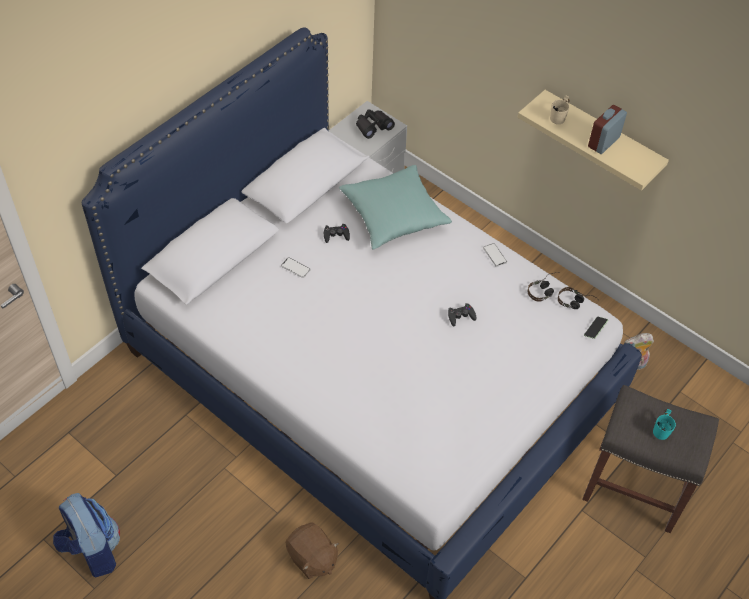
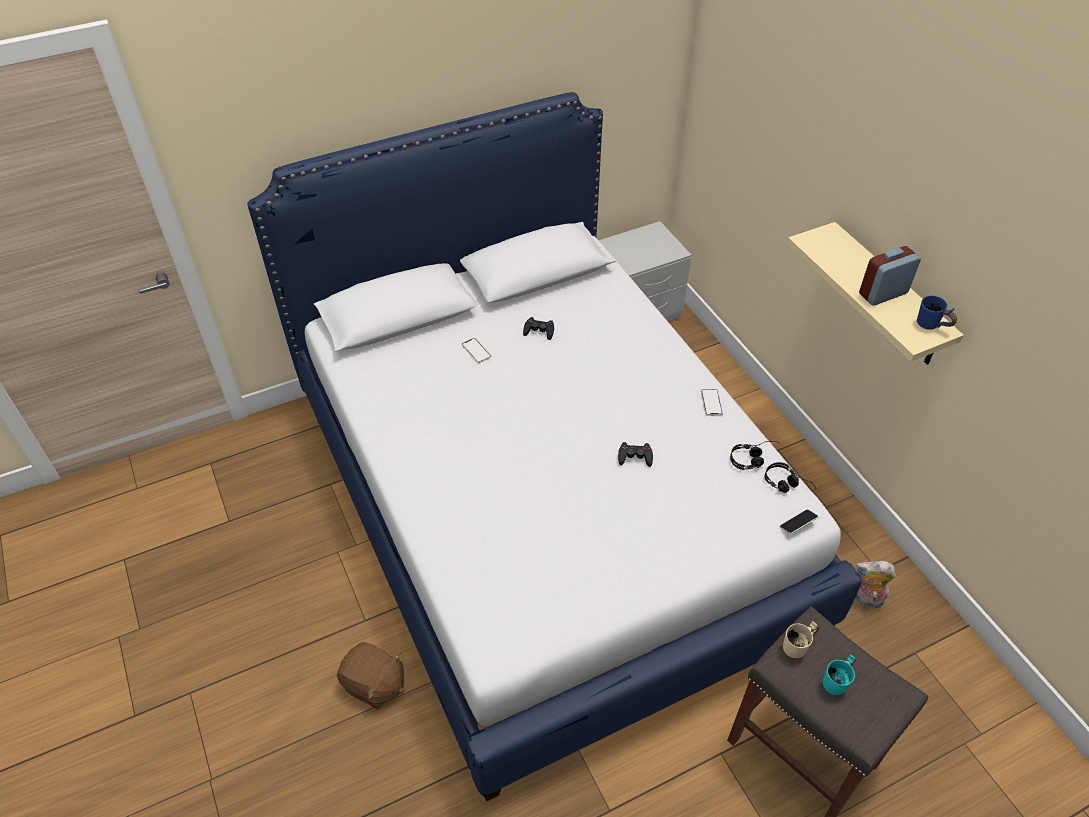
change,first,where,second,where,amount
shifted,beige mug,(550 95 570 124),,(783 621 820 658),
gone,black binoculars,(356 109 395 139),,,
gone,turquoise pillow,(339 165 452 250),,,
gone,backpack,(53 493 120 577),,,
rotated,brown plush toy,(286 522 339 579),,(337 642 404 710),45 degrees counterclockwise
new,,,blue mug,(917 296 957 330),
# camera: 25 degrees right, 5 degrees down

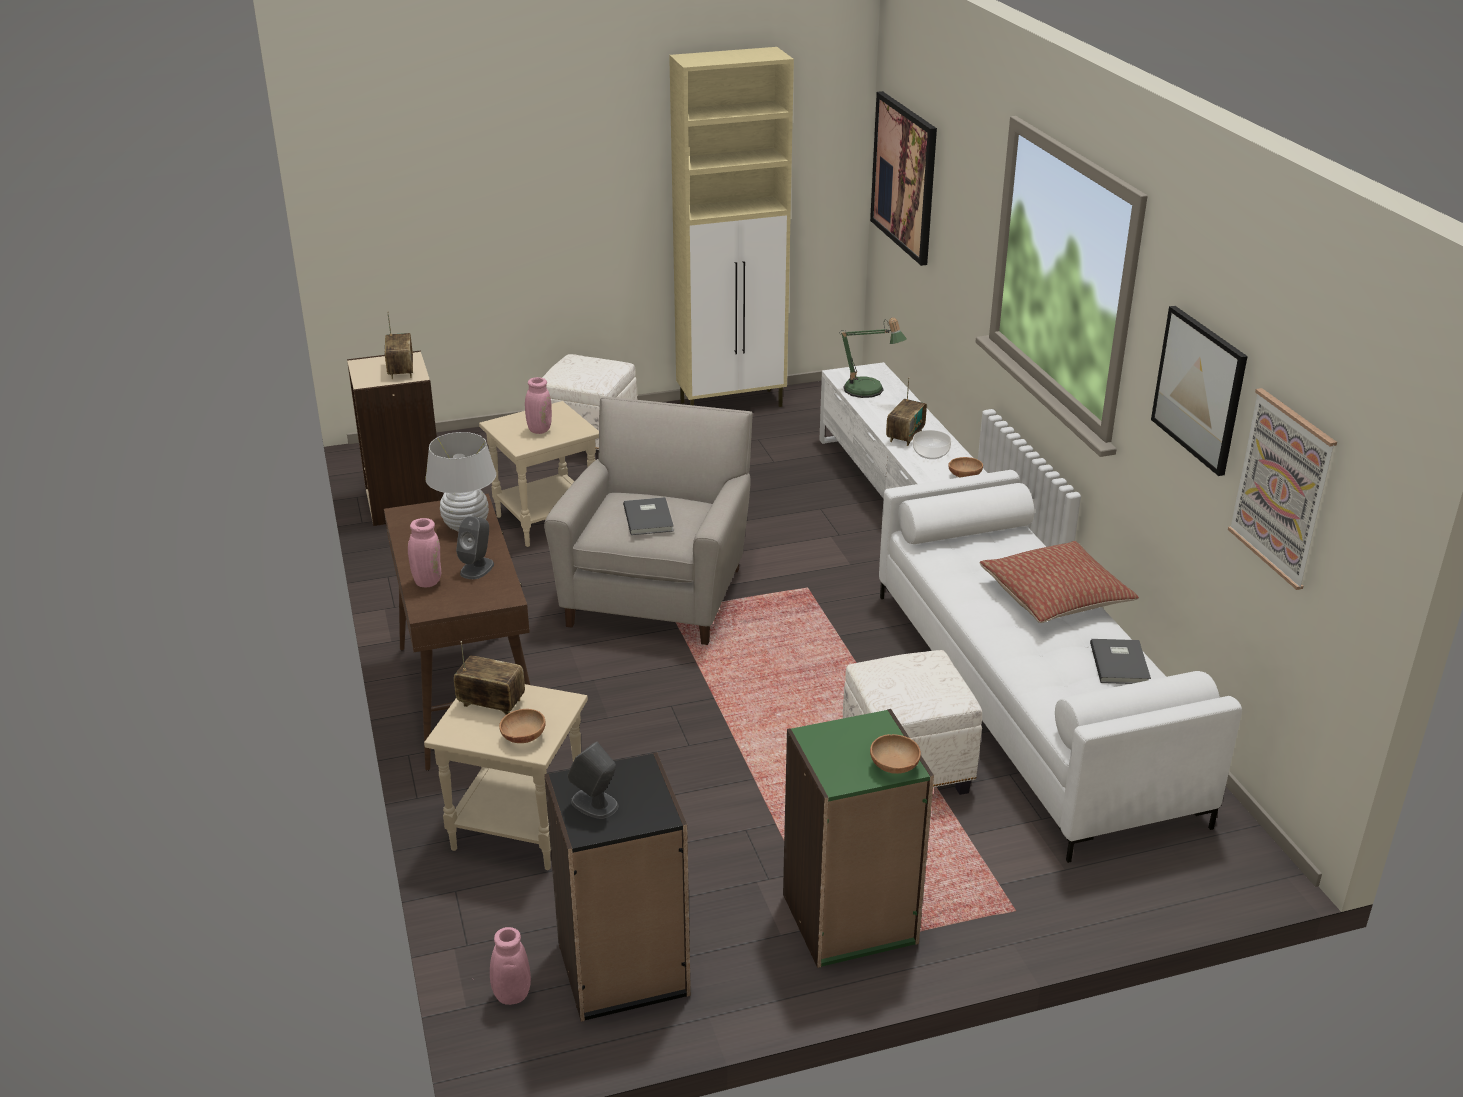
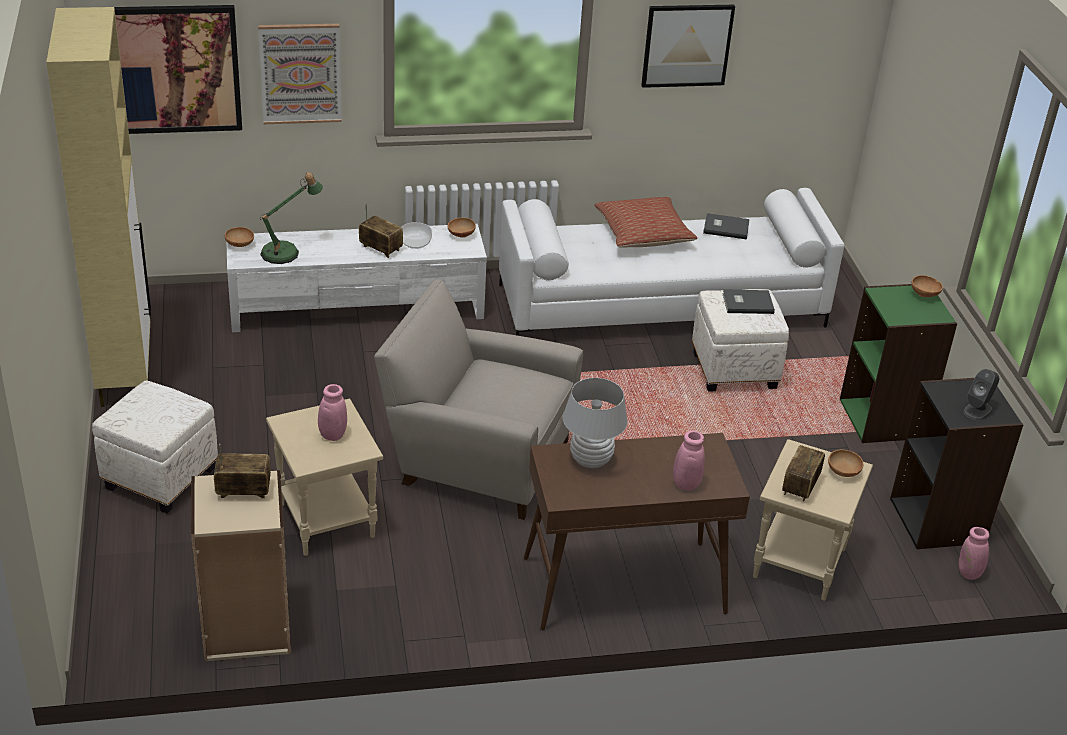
change,first,where,second,where,amount
shifted,picture,(1228 388 1337 590),,(258 24 342 124),
shifted,grey book,(623 497 674 535),,(722 289 775 314),
gone,grey speaker,(456 516 494 579),,,
new,,,brown bowl,(225 227 254 247),
# camera: 85 degrees left, 5 degrees up

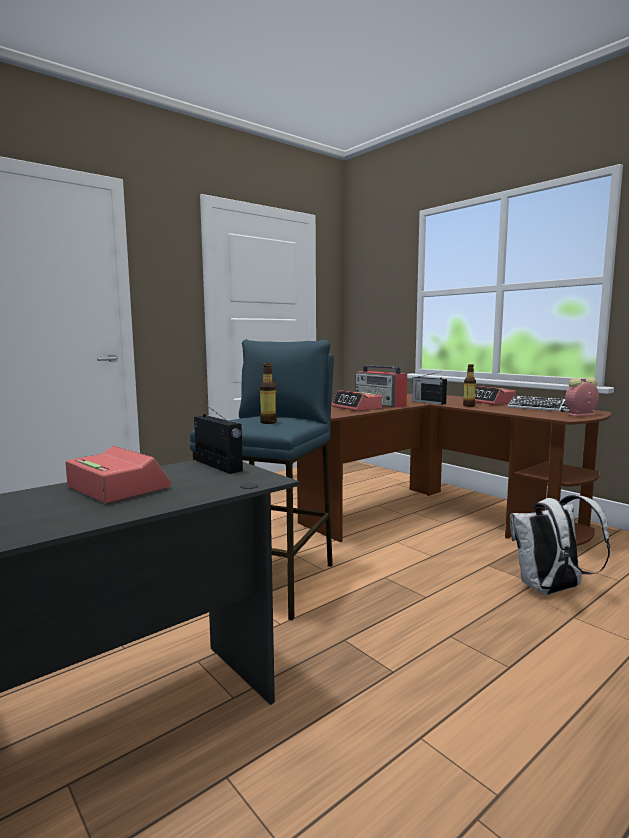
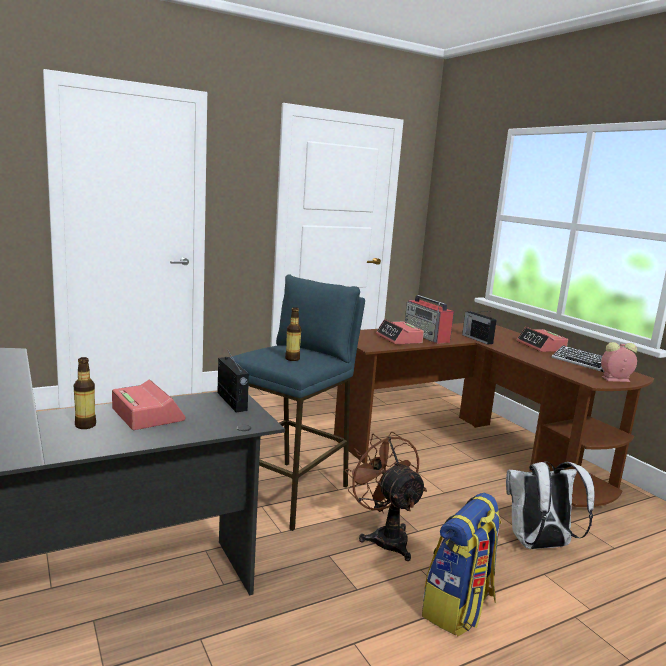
change,first,where,second,where,amount
shifted,bottle,(463 364 476 407),,(74 357 96 429),
new,,,brown fan,(345 432 427 561),
new,,,backpack,(422 493 501 637),
# camera: 10 degrees right, 5 degrees up

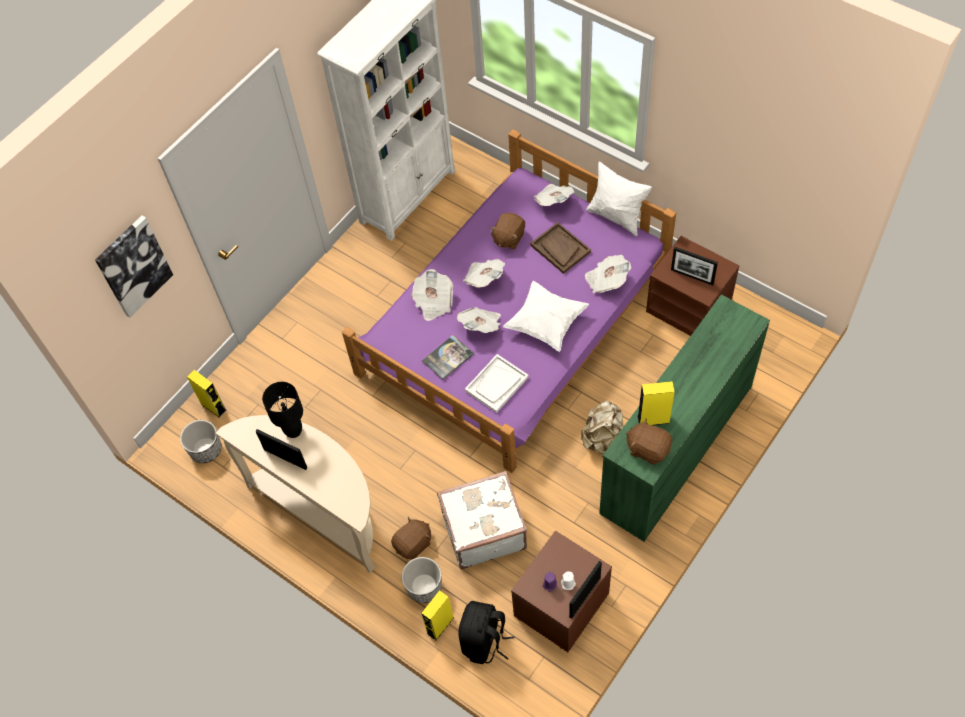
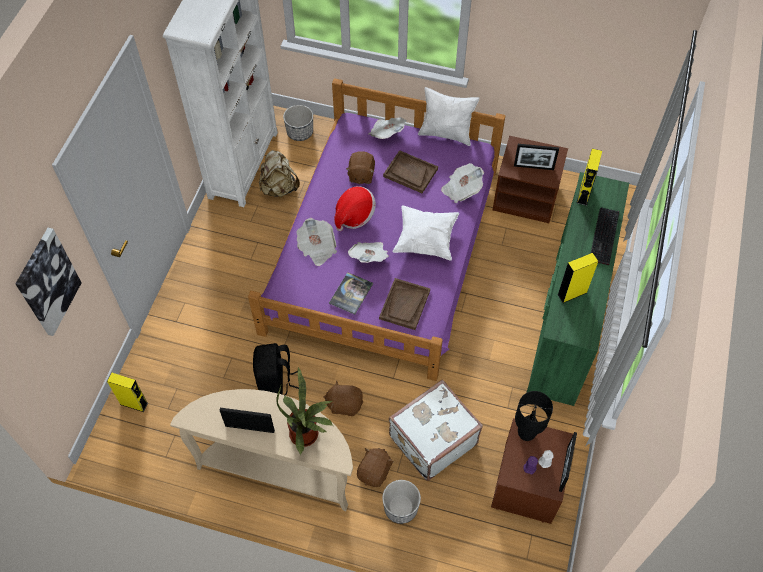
change,first,where,second,where,amount
swapped,newspaper,(463 259 505 288),hat,(334 186 376 231),
repainted,white tray,(465 354 529 413),brown tray,(379 278 430 330),
shifted,black table lamp,(262 382 303 438),,(515 391 553 441),
shifted,beige backpack,(580 400 624 455),,(259 150 300 197),
shifted,brown plush toy,(626 418 672 464),,(323 380 363 416),
shifted,planter,(180 420 222 463),,(283 105 313 141),
shifted,yellow speaker,(421 590 454 640),,(577 149 602 206),
shifted,black backpack,(458 601 515 664),,(253 343 299 396),
new,,,keyboard,(591 207 619 265),
new,,,potted plant,(276 366 333 455),
# camera: 25 degrees left, 0 degrees up

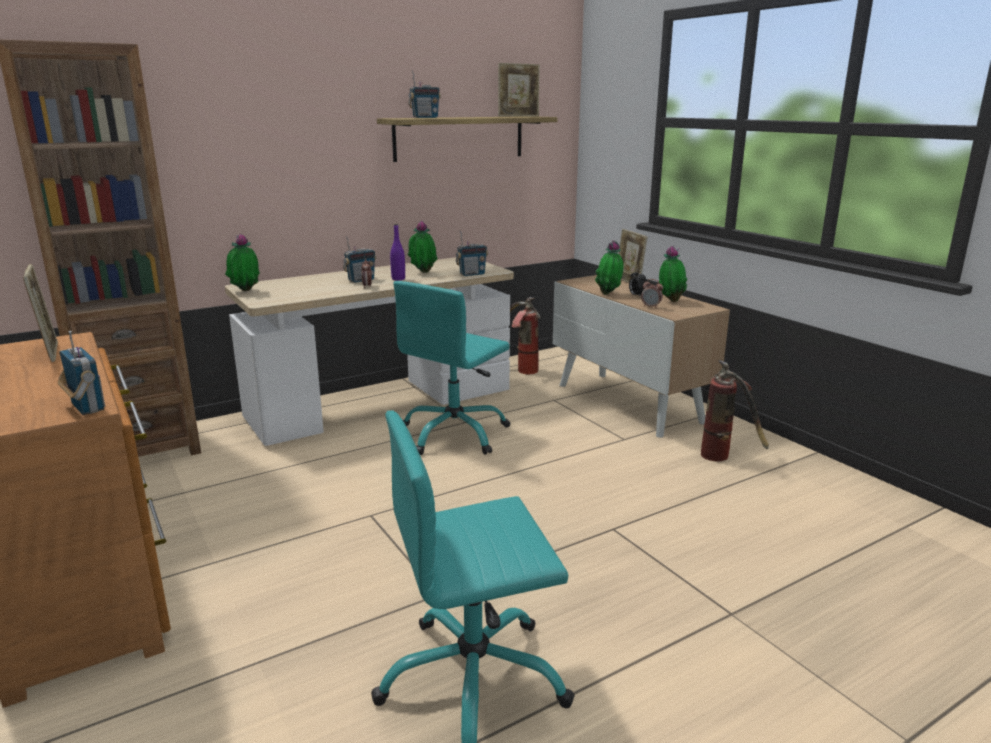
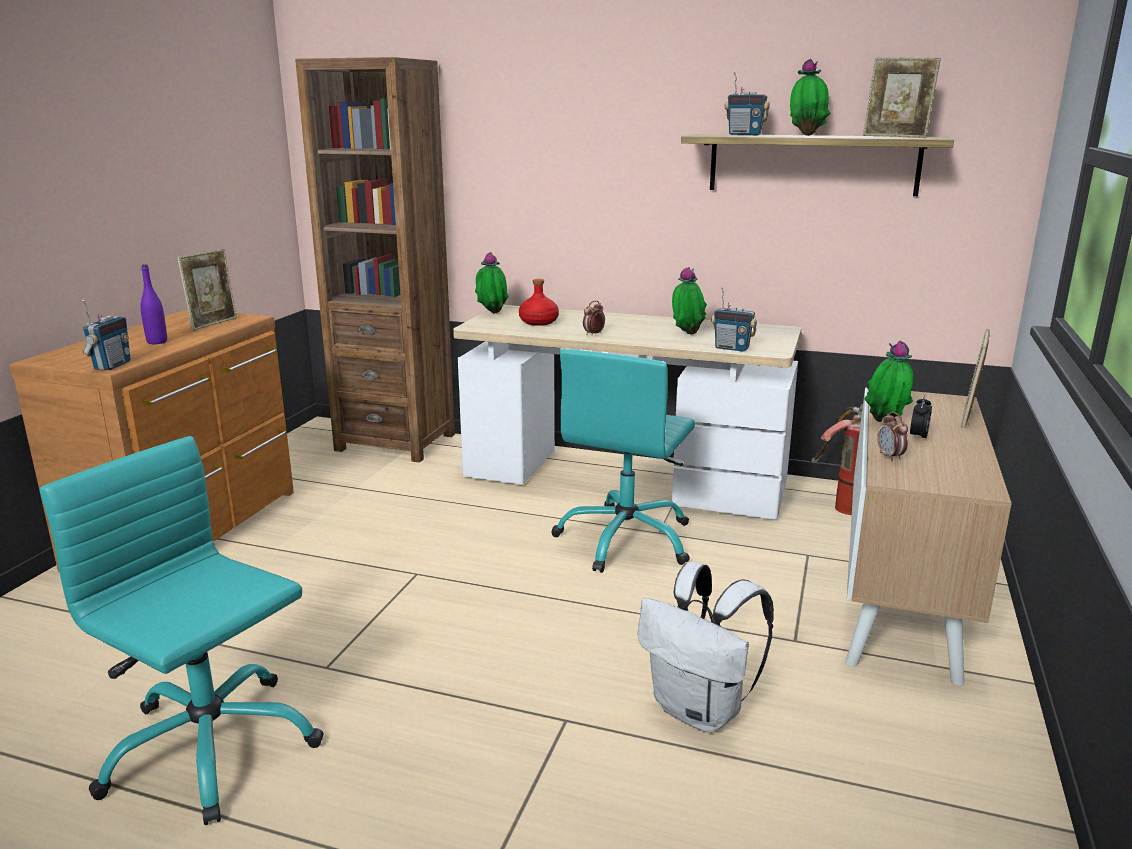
change,first,where,second,where,amount
shifted,purple bottle,(390 224 405 281),,(140 264 167 344),
gone,radio,(343 236 376 283),,,
shifted,potted plant,(659 246 688 302),,(790 59 831 136),
rotated,turquoise office chair,(393 281 511 455),,(551 349 695 573),60 degrees counterclockwise
gone,fire extinguisher,(701 360 769 461),,,
new,,,red bottle,(519 279 559 326),
new,,,white backpack,(638 562 774 733),
# camera: 50 degrees right, 0 degrees up

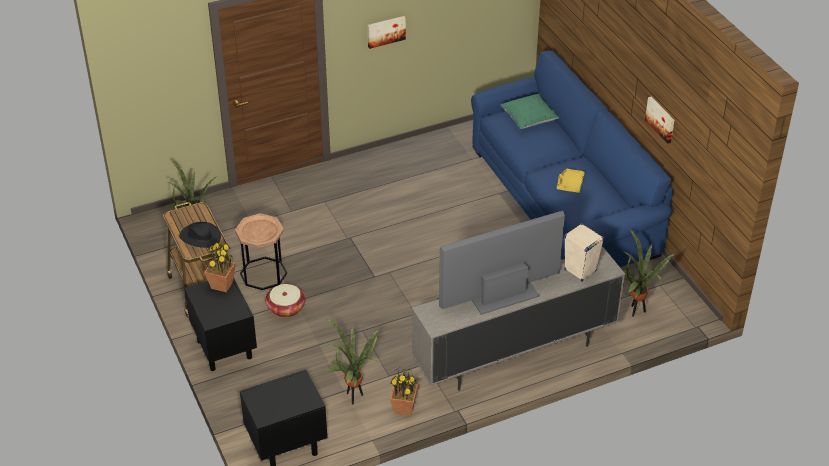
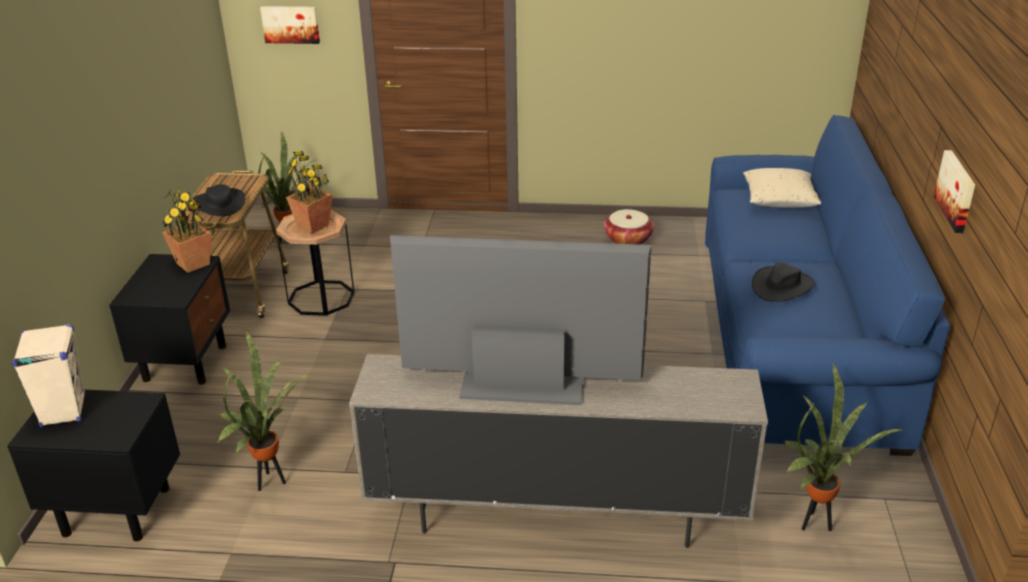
change,first,where,second,where,amount
shifted,picture,(368 16 406 49),,(260 6 320 44),
repainted,green pillow,(500 94 559 129),beige pillow,(743 168 821 208),
swapped,yellow tray,(557 169 585 193),black hat,(752 262 815 302),
shifted,beige speaker,(564 223 604 281),,(12 324 86 428),
shifted,basket,(265 284 306 317),,(604 209 654 245),
shifted,potted plant,(390 367 421 416),,(286 151 332 233),
# camera: 30 degrees right, 10 degrees down

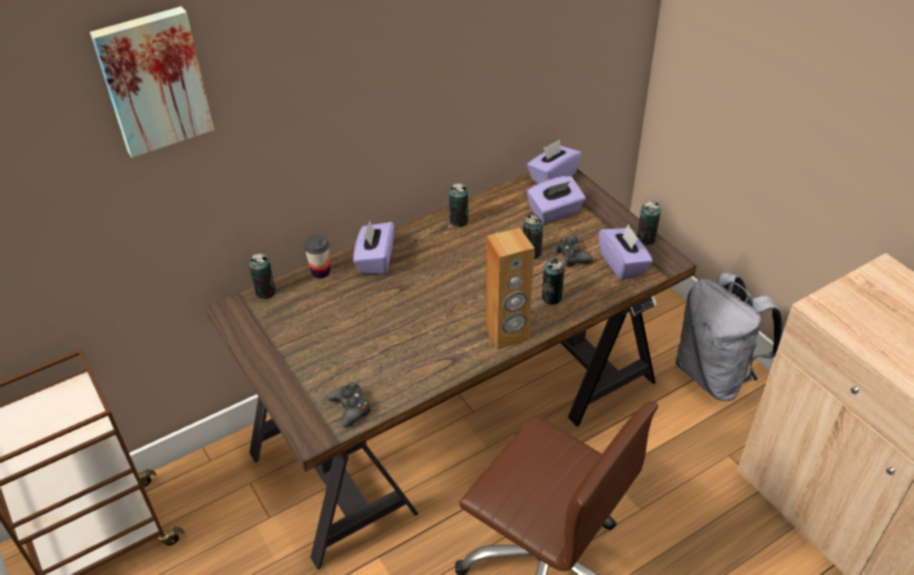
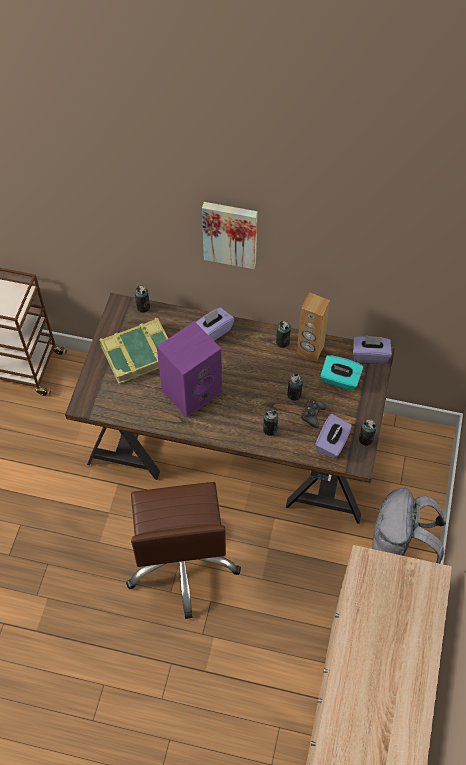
change,first,where,second,where,amount
shifted,picture,(90 6 214 158),,(202 202 258 269),
repainted,purple tissue box,(527 176 586 224),turquoise tissue box,(320 355 363 391),
shifted,brown speaker,(486 227 534 350),,(297 292 330 361),
gone,cup,(304 235 330 279),,,
gone,black game controller,(327 382 371 428),,,
new,,,book,(99 318 168 384),
new,,,purple speaker,(157 321 222 417),
# camera: 45 degrees right, 15 degrees up

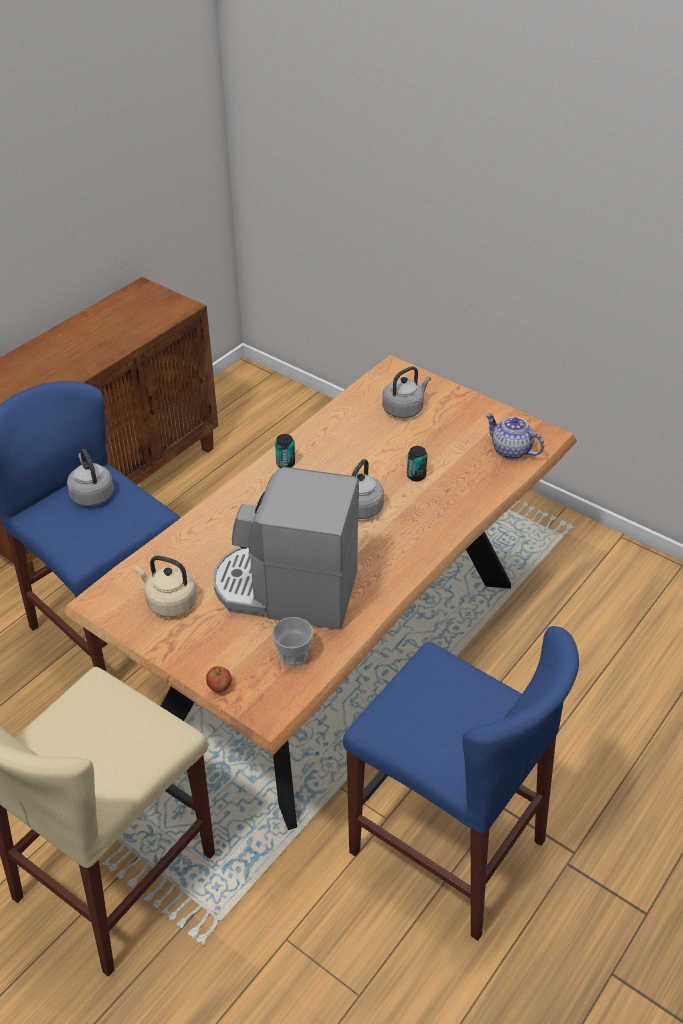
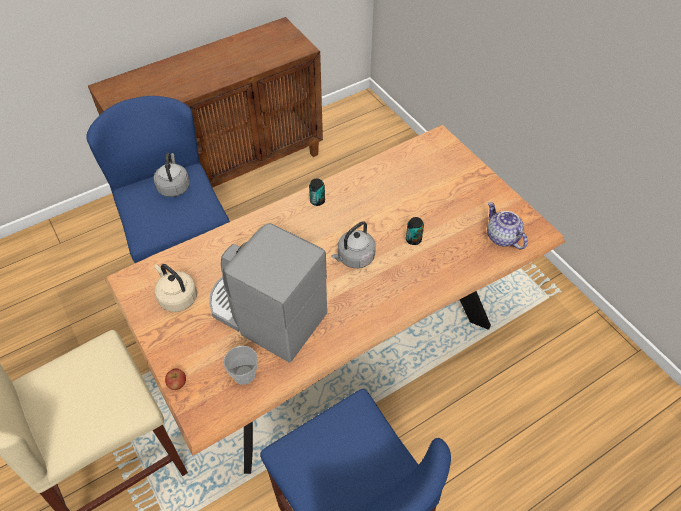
change,first,where,second,where,amount
gone,grey kettle,(382 366 431 418),,,
# camera: 20 degrees right, 10 degrees up

